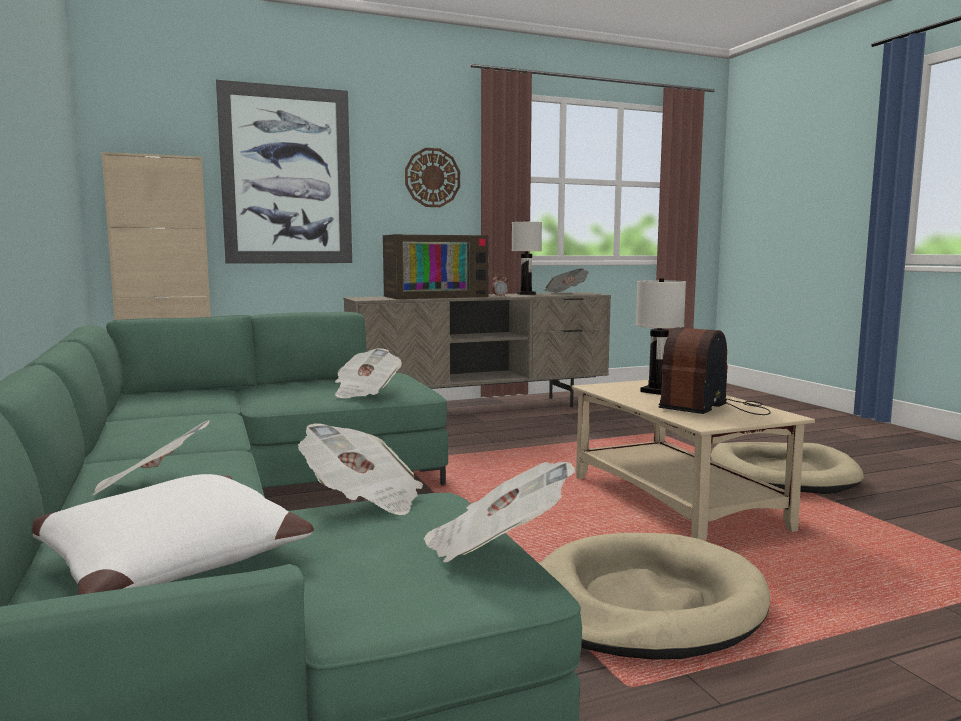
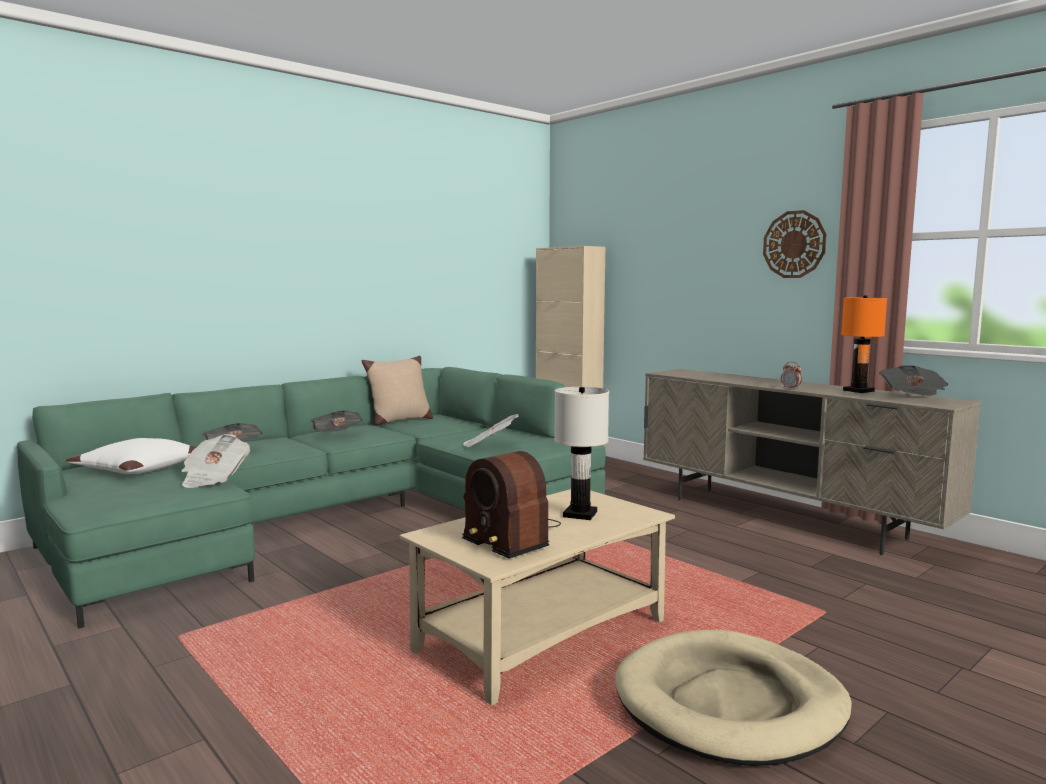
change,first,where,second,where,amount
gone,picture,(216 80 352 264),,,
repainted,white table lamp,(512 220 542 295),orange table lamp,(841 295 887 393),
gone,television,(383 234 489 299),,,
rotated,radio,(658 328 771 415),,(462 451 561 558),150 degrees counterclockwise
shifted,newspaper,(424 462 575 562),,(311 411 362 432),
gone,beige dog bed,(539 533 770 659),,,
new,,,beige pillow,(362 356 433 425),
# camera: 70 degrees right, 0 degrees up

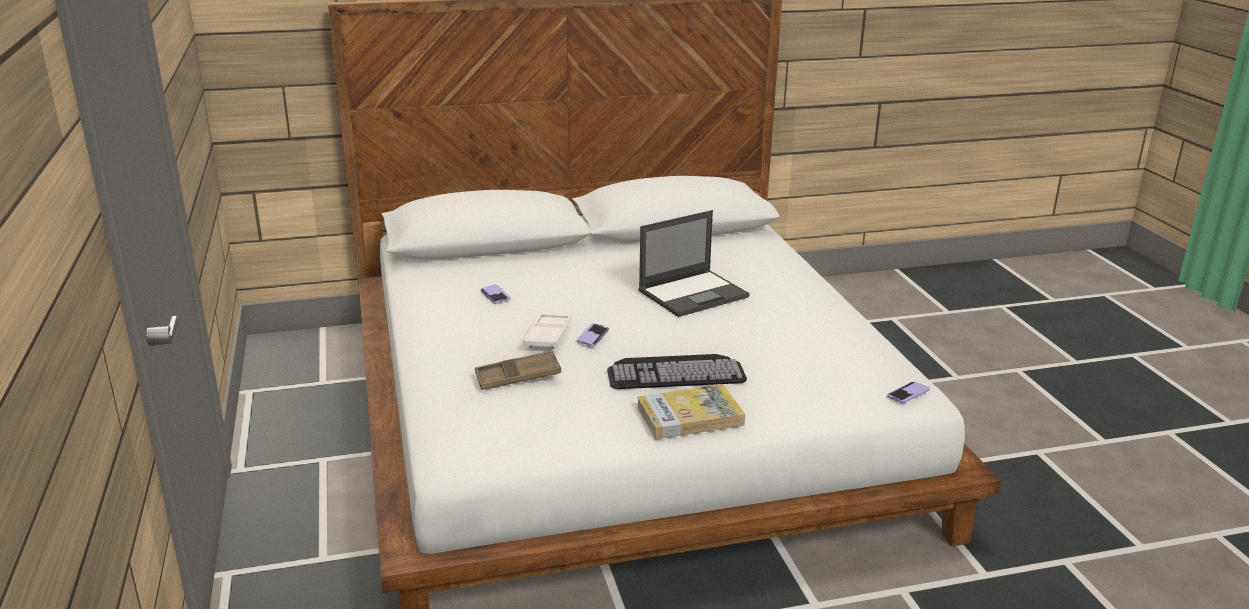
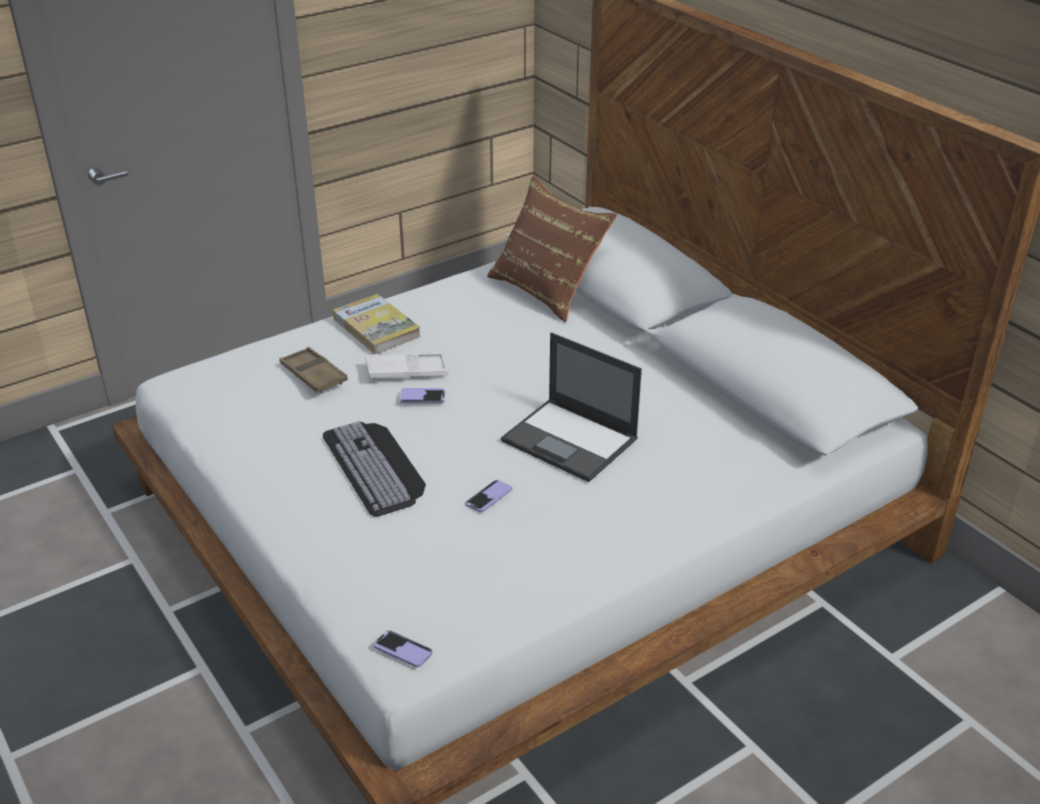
change,first,where,second,where,amount
shifted,phone,(480 284 510 304),,(465 480 512 512),
shifted,book,(637 384 745 439),,(333 294 421 354),
new,,,brown pillow,(487 176 617 322),
# camera: 70 degrees right, 10 degrees up

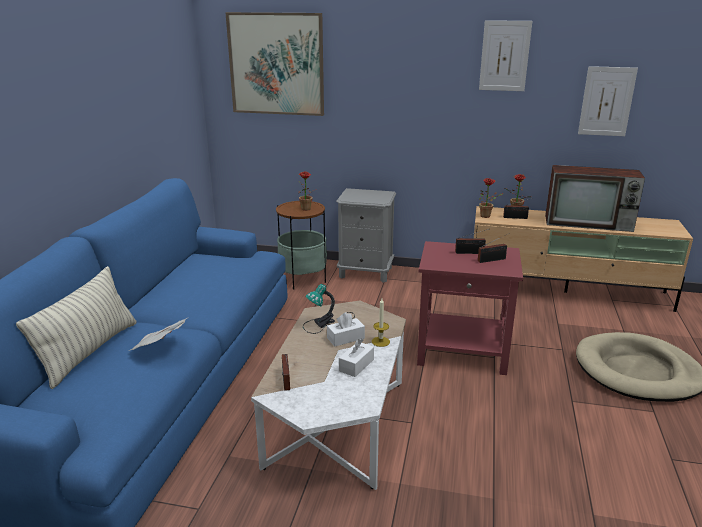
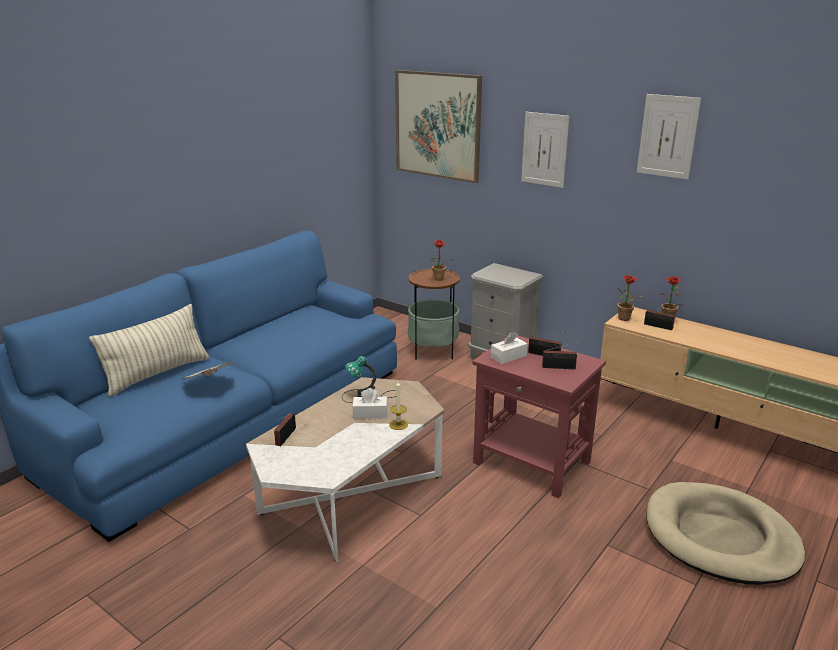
change,first,where,second,where,amount
shifted,picture,(578 66 638 136),,(521 112 570 188),
gone,television,(545 165 645 232),,,
shifted,white tissue box,(339 338 374 377),,(491 332 528 364),
# camera: 25 degrees right, 0 degrees up

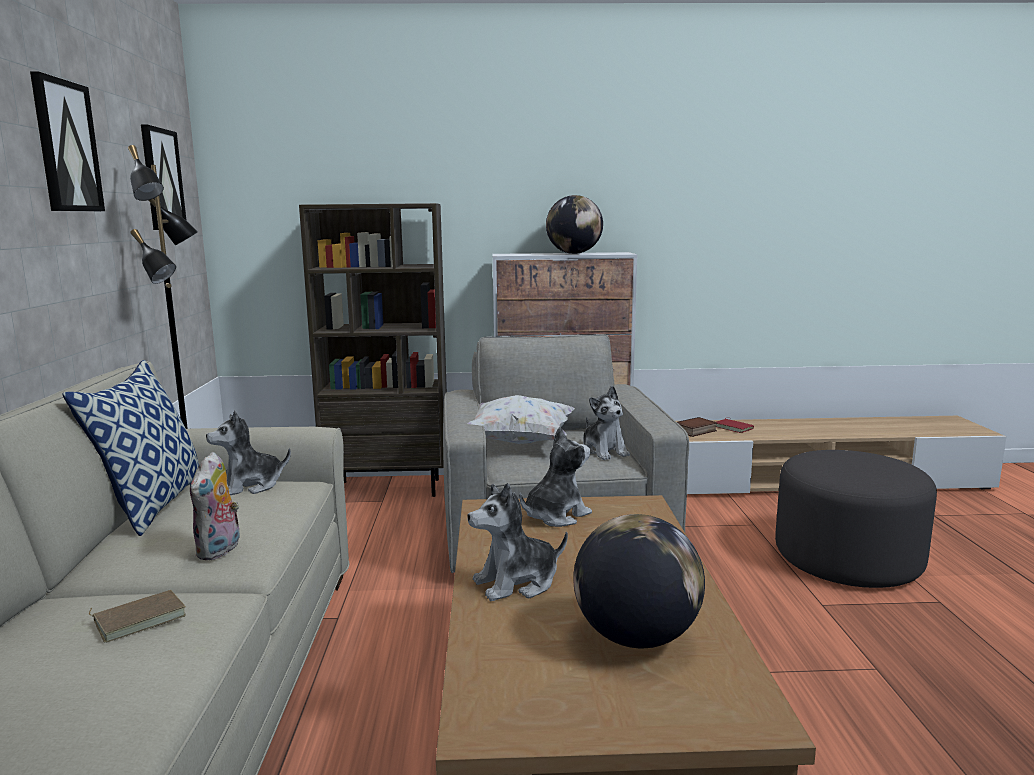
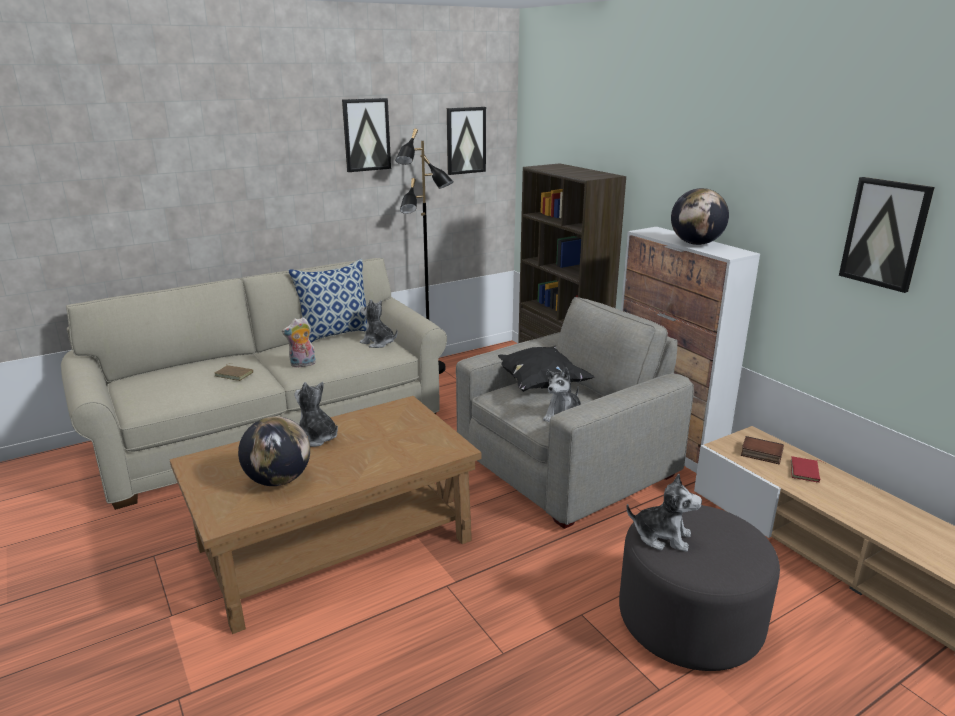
change,first,where,second,where,amount
repainted,white pillow,(467 395 575 444),black pillow,(498 347 595 392),
shifted,plush toy,(519 427 592 527),,(626 474 702 552),
new,,,picture,(839 177 935 293),
# camera: 60 degrees right, 10 degrees up

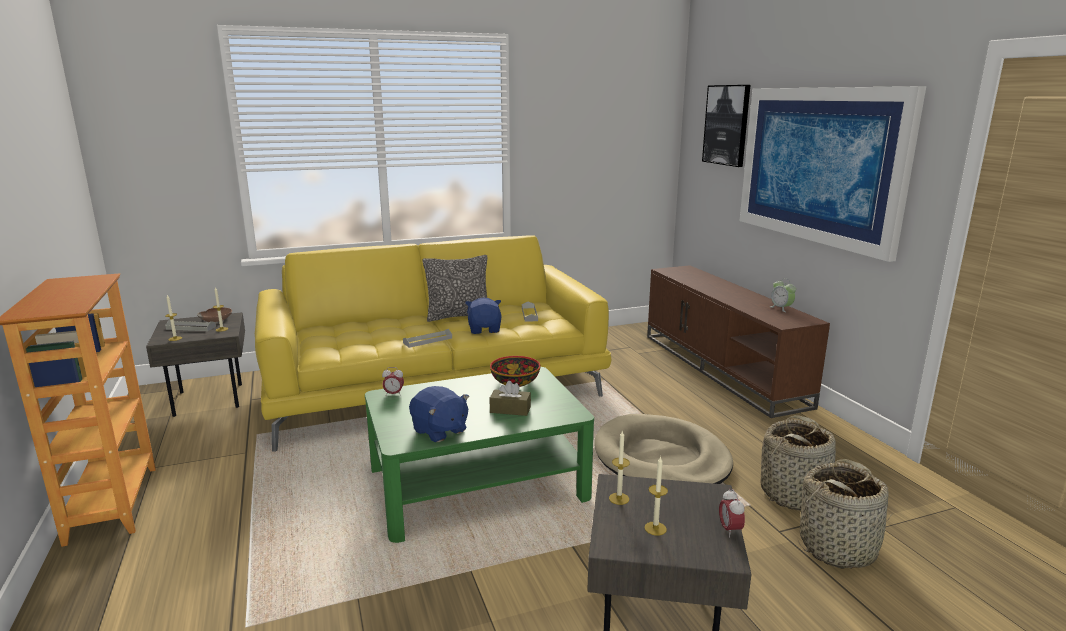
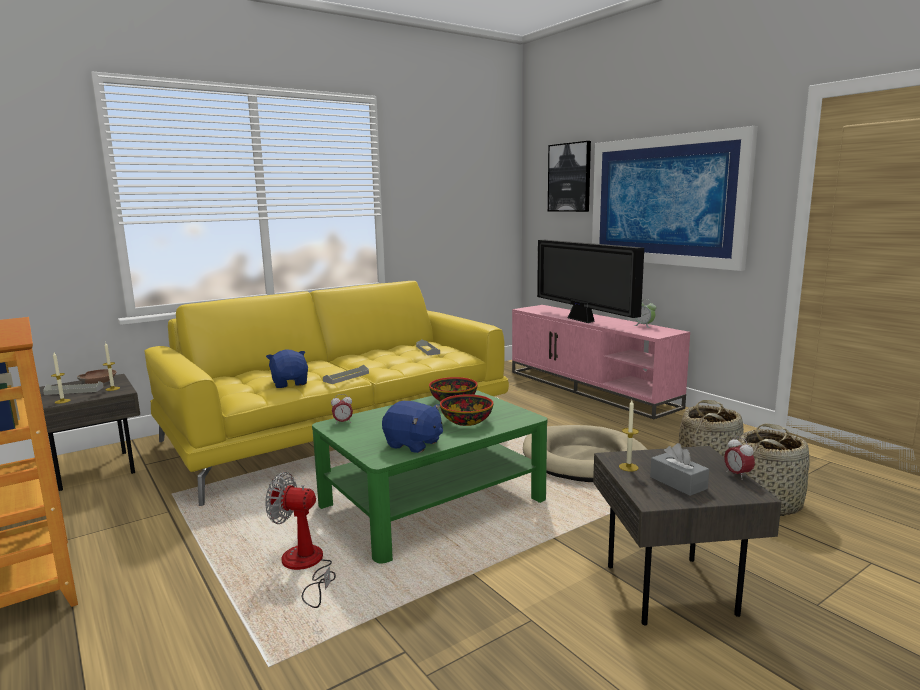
change,first,where,second,where,amount
gone,pillow,(423 255 487 322),,,
repainted,brown tv stand,(647 265 830 418),pink tv stand,(512 305 690 419),
shifted,blue plush toy,(465 298 502 334),,(266 349 308 388),
swapped,brown tissue box,(489 381 531 416),bowl,(440 394 493 426),
swapped,candle,(644 456 668 536),grey tissue box,(650 443 709 496),
new,,,television,(537 240 644 323),
new,,,fan,(265 472 336 608),
# camera: 15 degrees left, 5 degrees down

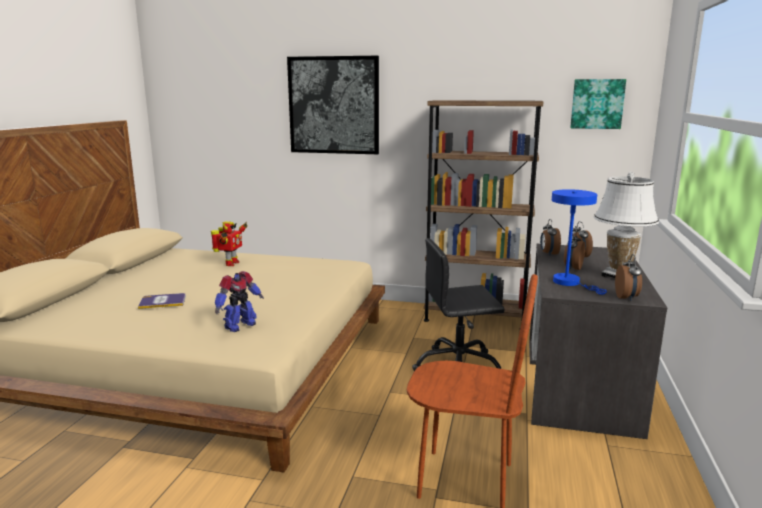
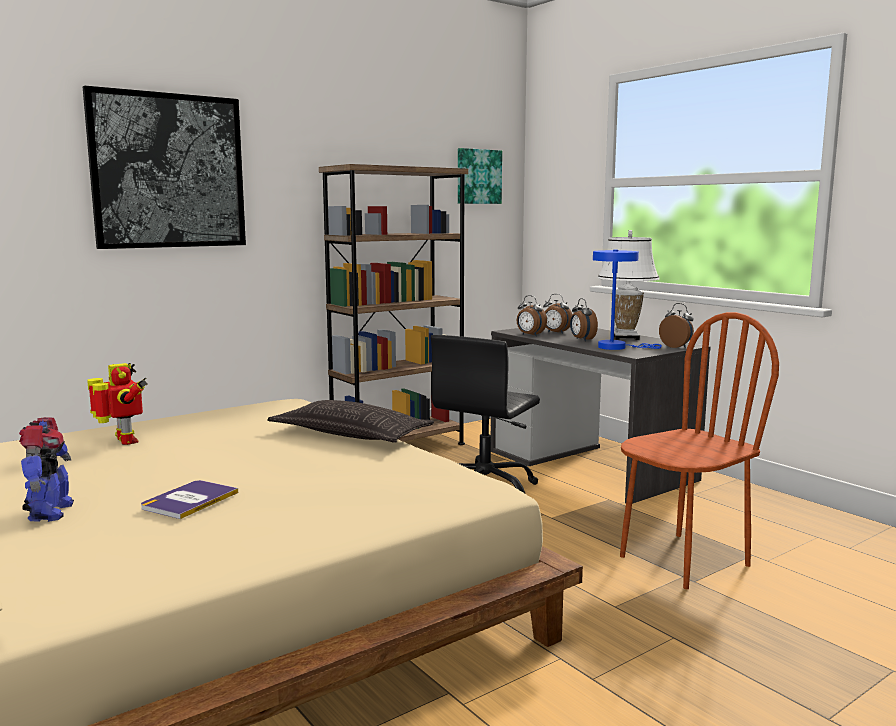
change,first,where,second,where,amount
shifted,toy robot,(215 271 264 332),,(19 417 74 522),
new,,,pillow,(267 400 434 443),
# camera: 50 degrees left, 5 degrees down

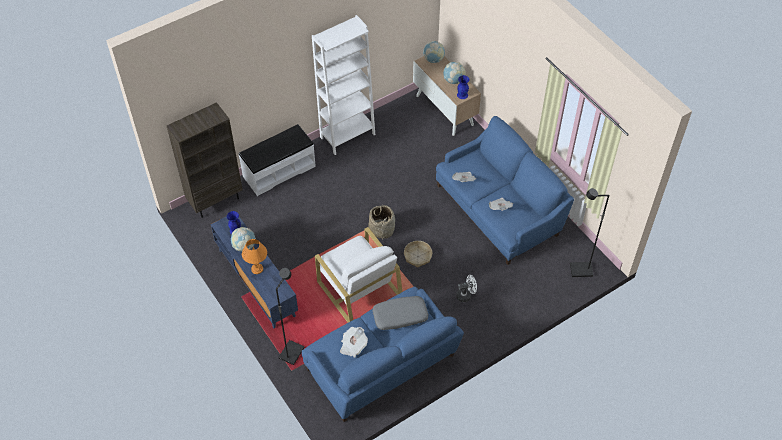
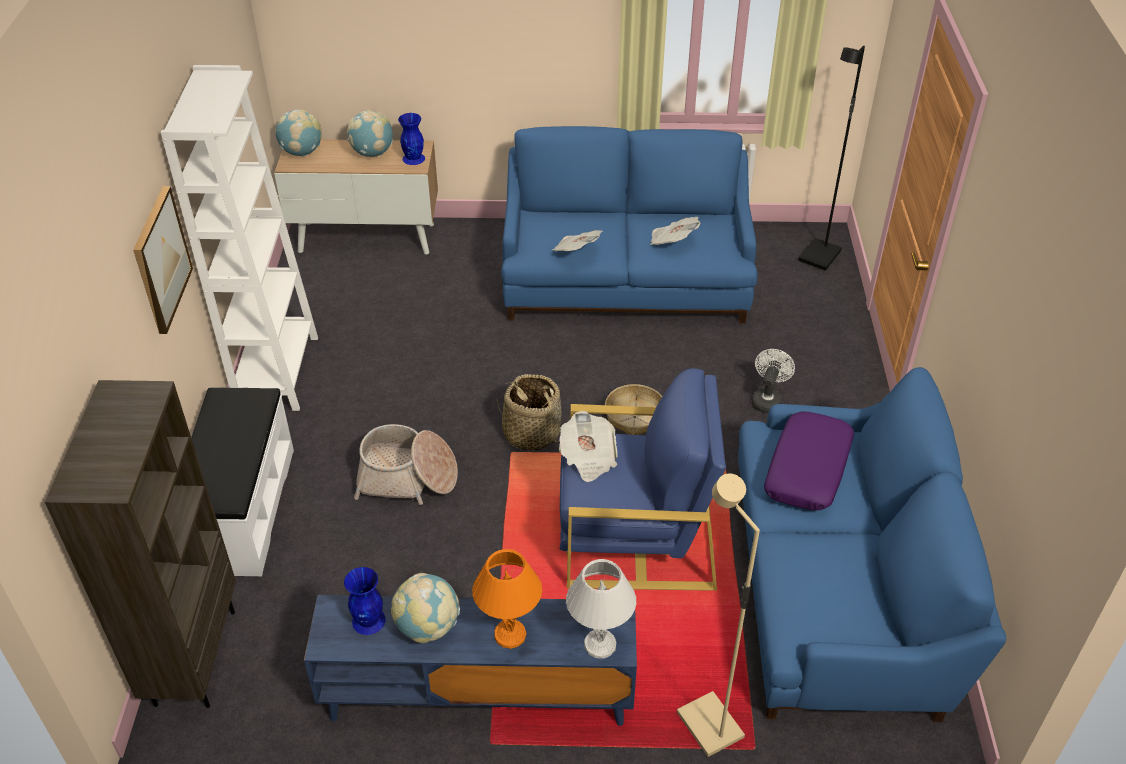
change,first,where,second,where,amount
repainted,white armchair,(315 227 402 323),blue armchair,(560 368 726 591),
repainted,black floor lamp,(276 268 305 365),beige floor lamp,(677 473 760 757),
repainted,grey pillow,(372 296 429 330),purple pillow,(764 411 854 510),
shifted,newspaper,(340 327 368 357),,(559 411 618 482),
new,,,picture,(133 186 193 334),
new,,,basket,(354 424 458 505),
new,,,white table lamp,(566 559 637 659),
# camera: 55 degrees left, 10 degrees down

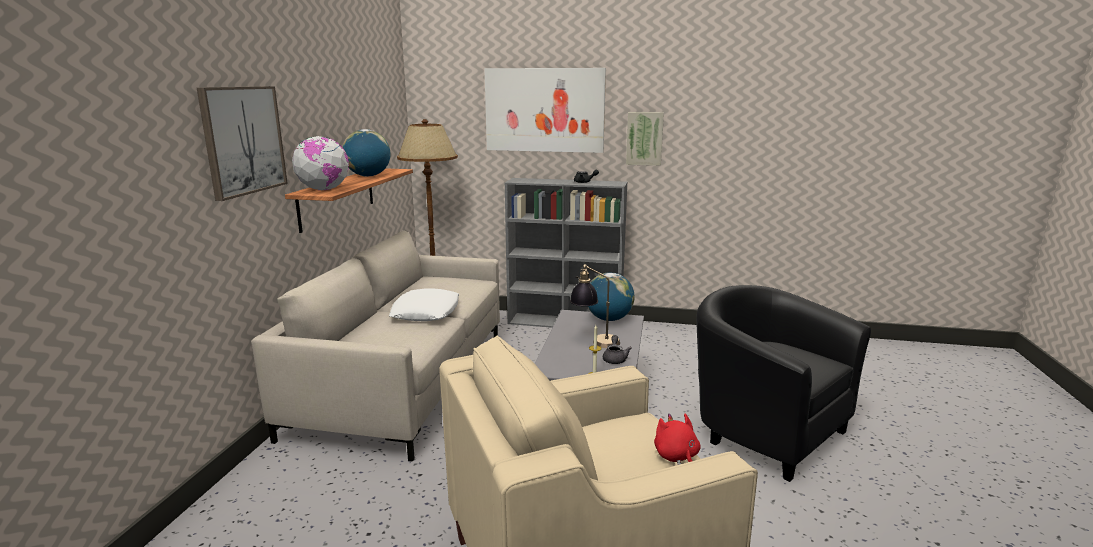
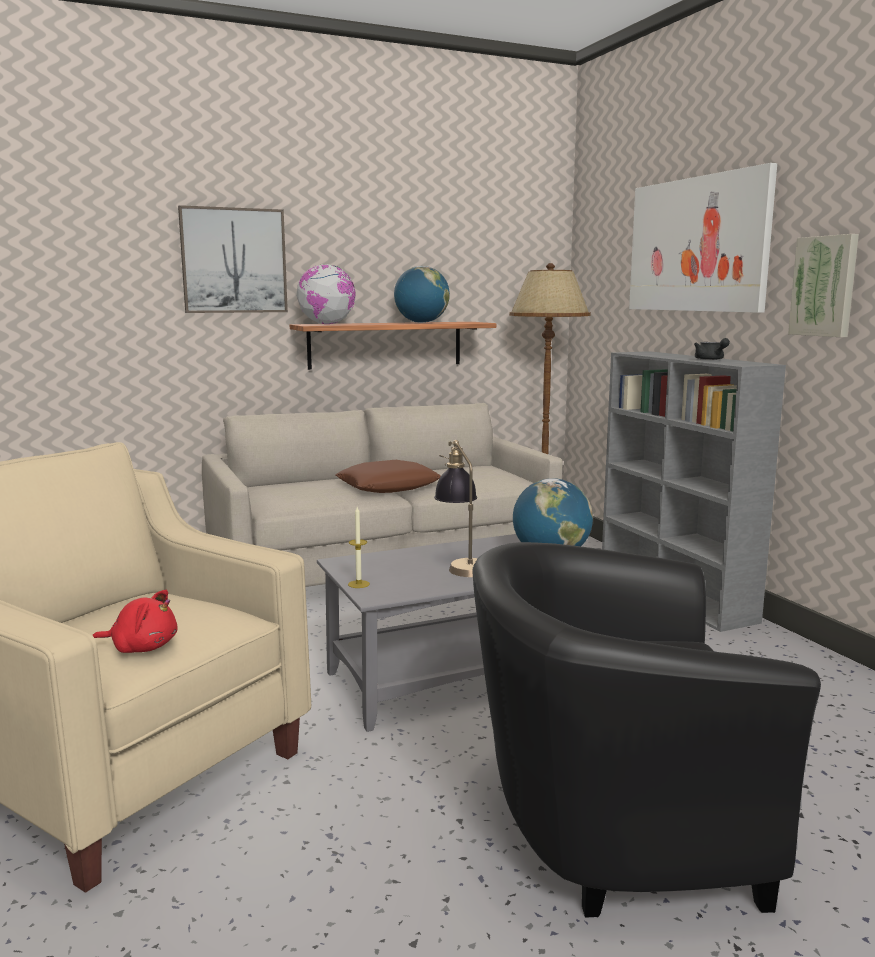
change,first,where,second,where,amount
rotated,black armchair,(696 285 871 482),,(472 542 821 918),105 degrees counterclockwise
repainted,white pillow,(389 288 459 321),brown pillow,(335 460 441 493),
gone,grey teapot,(603 335 632 364),,,
rotated,red plush toy,(654 413 700 465),,(92 590 177 653),60 degrees clockwise
# camera: 55 degrees right, 5 degrees down

